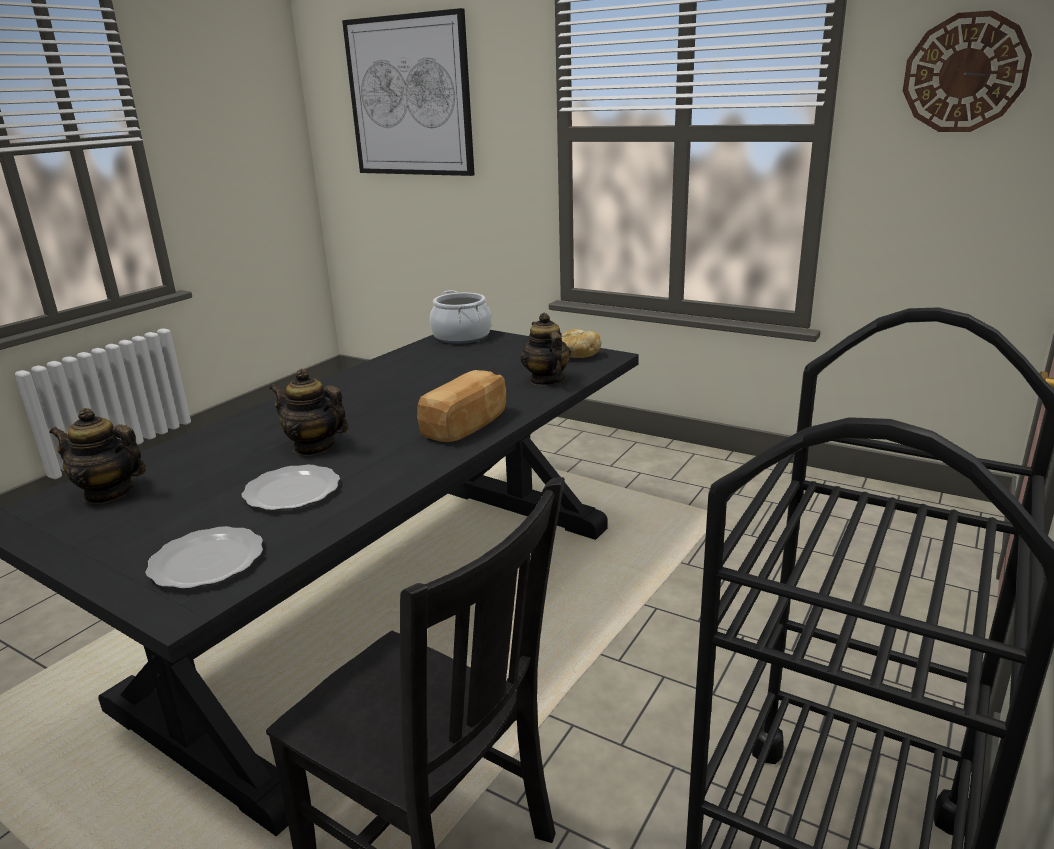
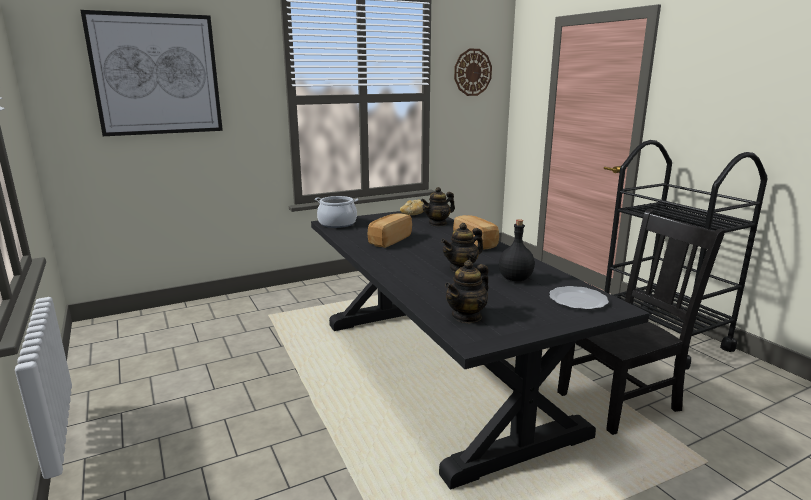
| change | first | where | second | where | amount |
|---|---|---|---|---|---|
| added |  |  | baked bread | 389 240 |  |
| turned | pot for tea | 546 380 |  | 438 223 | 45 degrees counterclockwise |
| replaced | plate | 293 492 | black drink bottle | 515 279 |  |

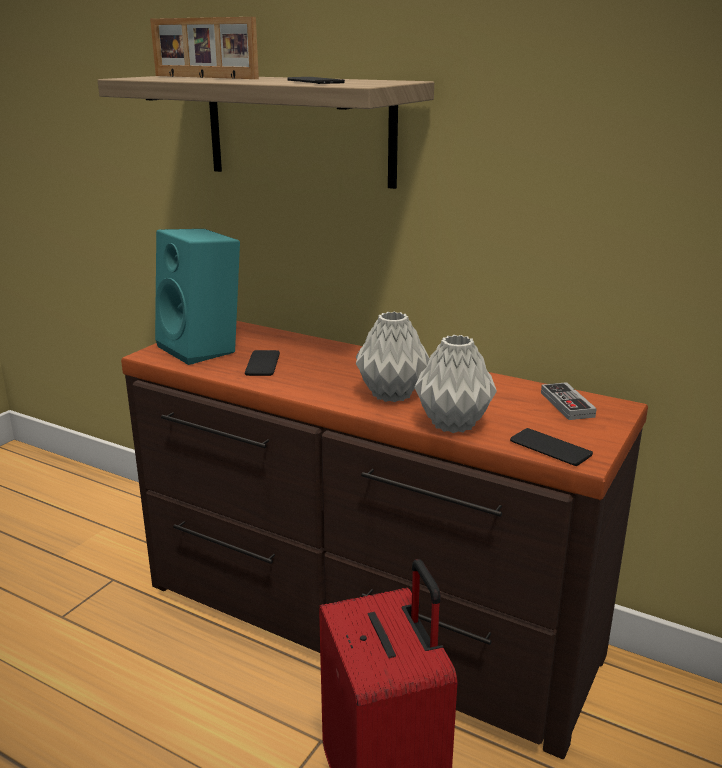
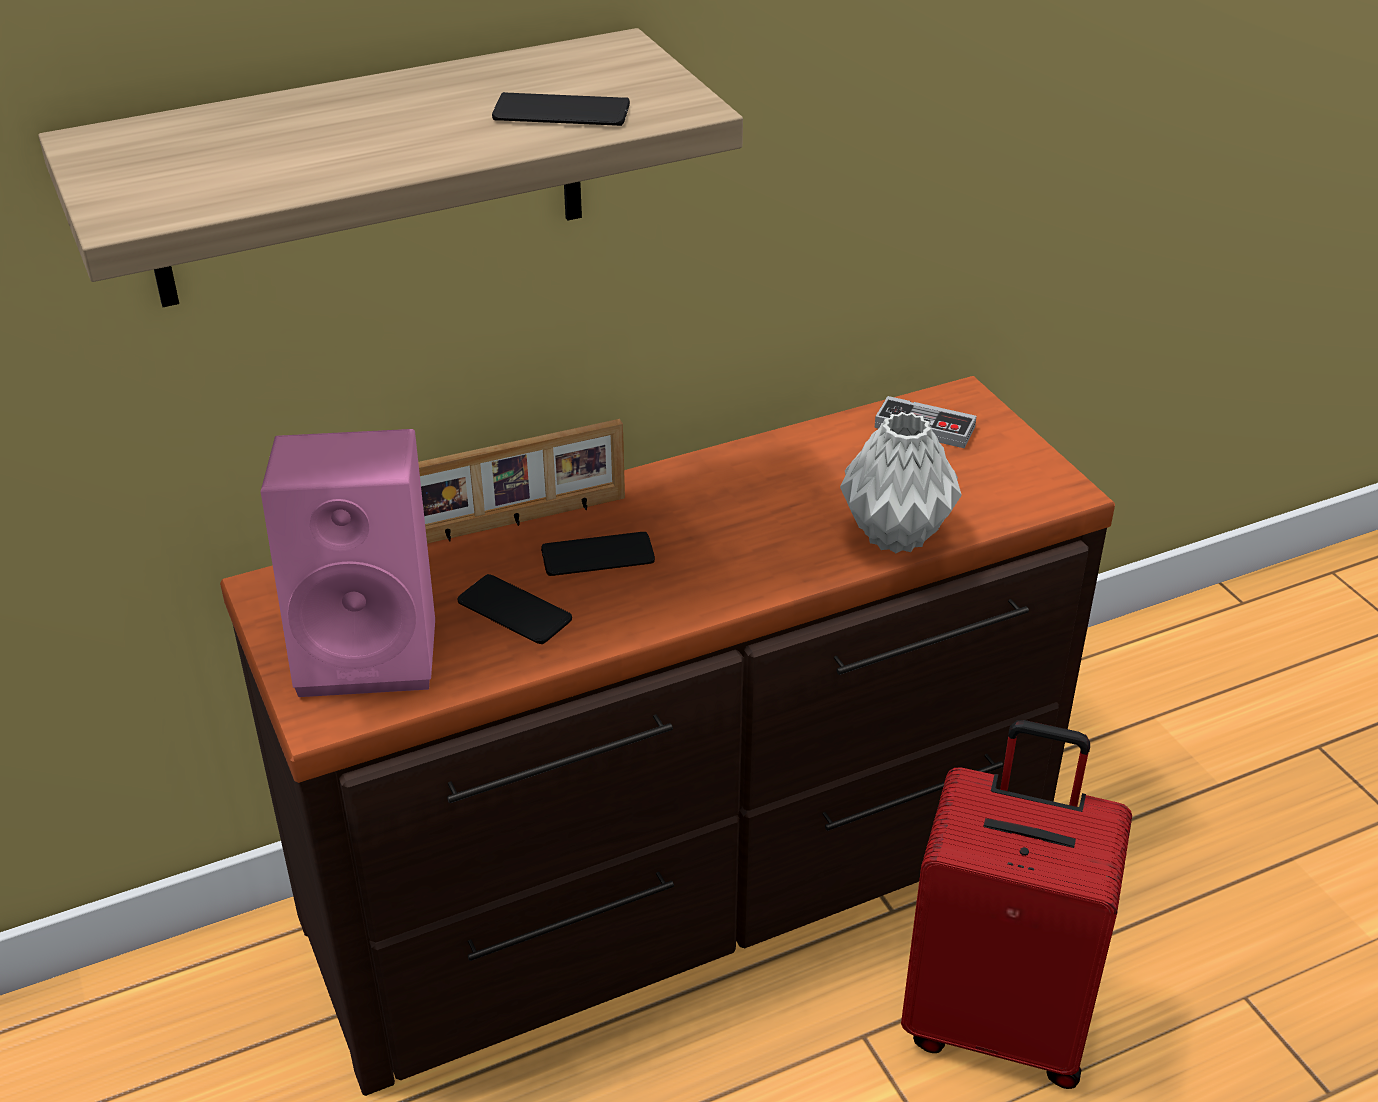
| change | first | where | second | where | amount |
|---|---|---|---|---|---|
| recoloured | turquoise audio speaker | 204 349 | pink audio speaker | 372 648 |  |
| moved | standing frame | 203 77 |  | 517 522 |  |
| moved | telephone | 550 448 |  | 598 555 |  |
| removed | gray vase | 391 394 |  |  |  |

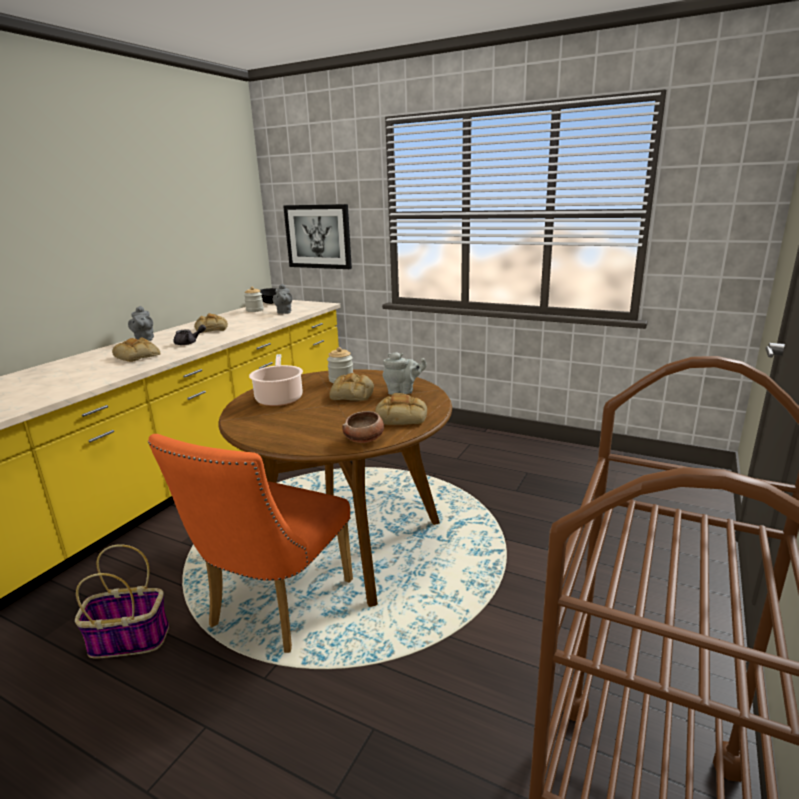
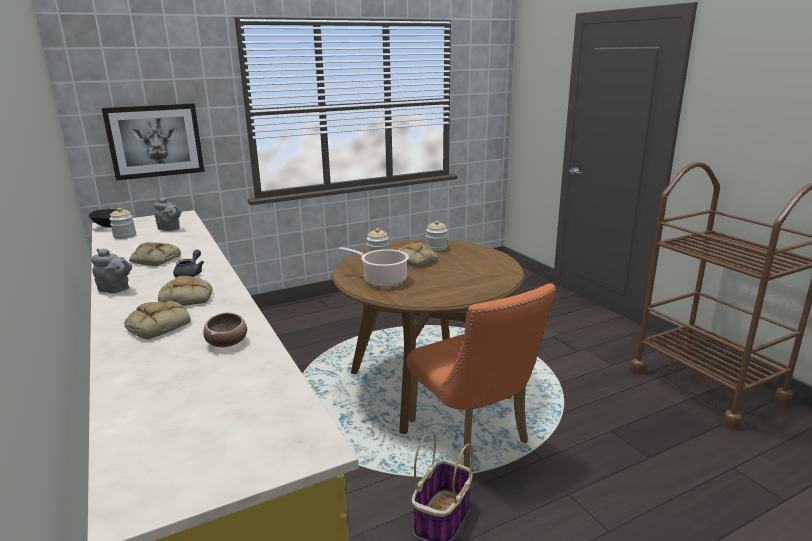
| change | first | where | second | where | amount |
|---|---|---|---|---|---|
| moved | baked bread | 402 417 |  | 159 325 |  |
| moved | serving bowl | 365 439 |  | 227 342 |  |
| replaced | gray pot for tea | 403 391 | jar | 436 248 |  |

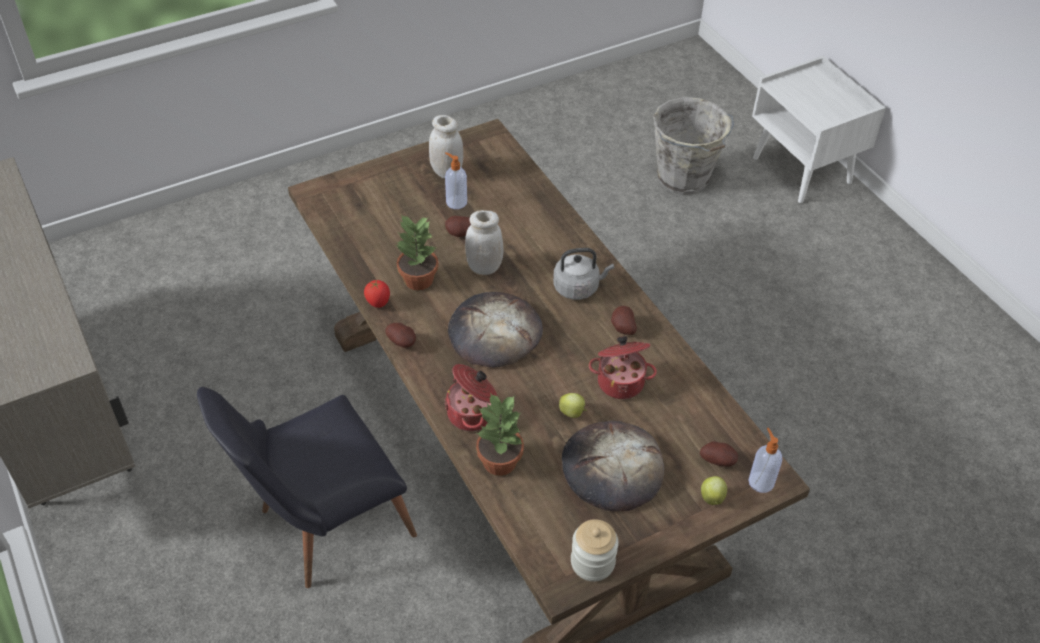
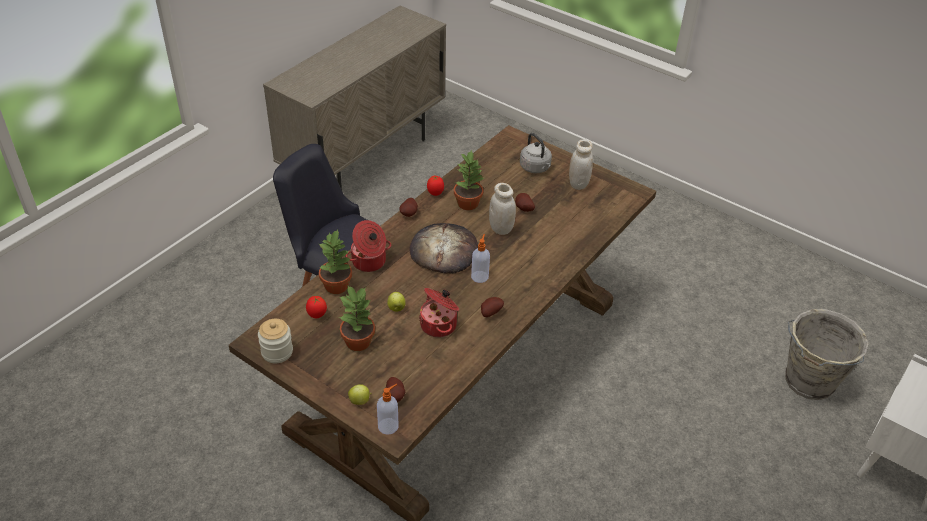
| change | first | where | second | where | amount |
|---|---|---|---|---|---|
| added |  |  | tomato | 317 315 |  |
| replaced | baked bread | 612 469 | houseplant | 358 341 |  |
| moved | soap bottle | 455 202 |  | 480 276 |  |
| moved | gray water kettle | 578 287 |  | 536 168 |  |

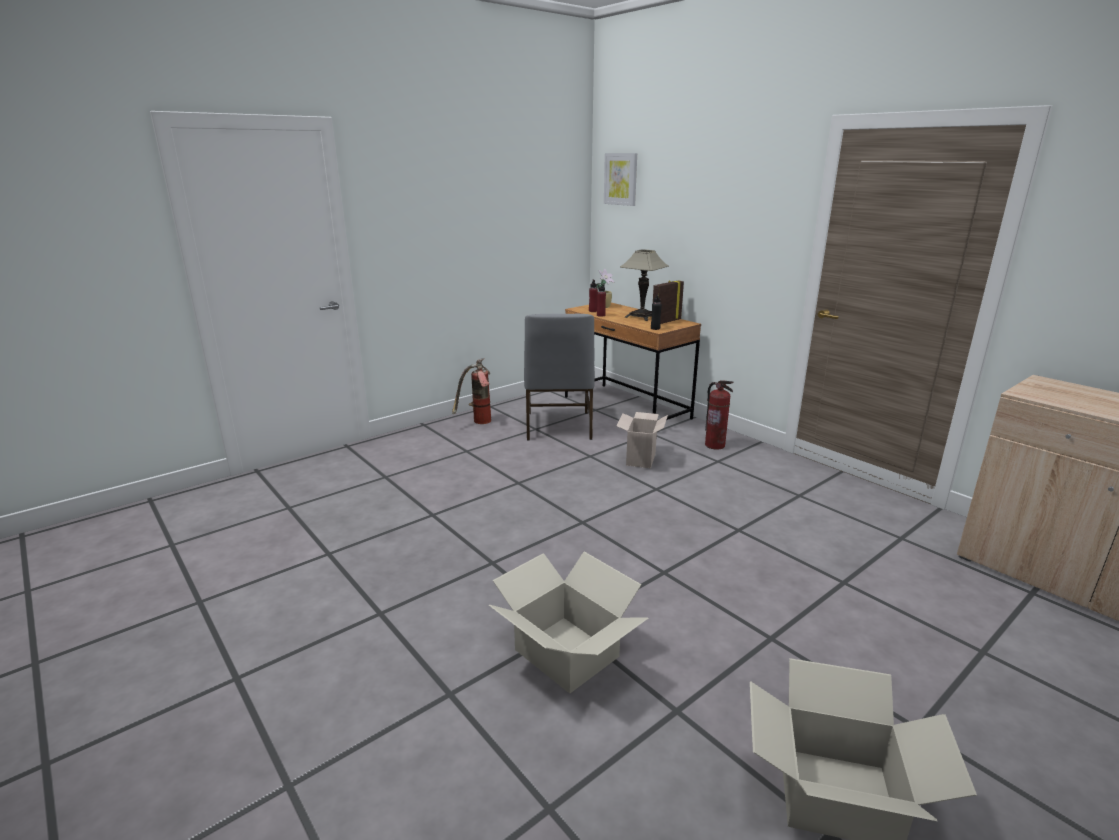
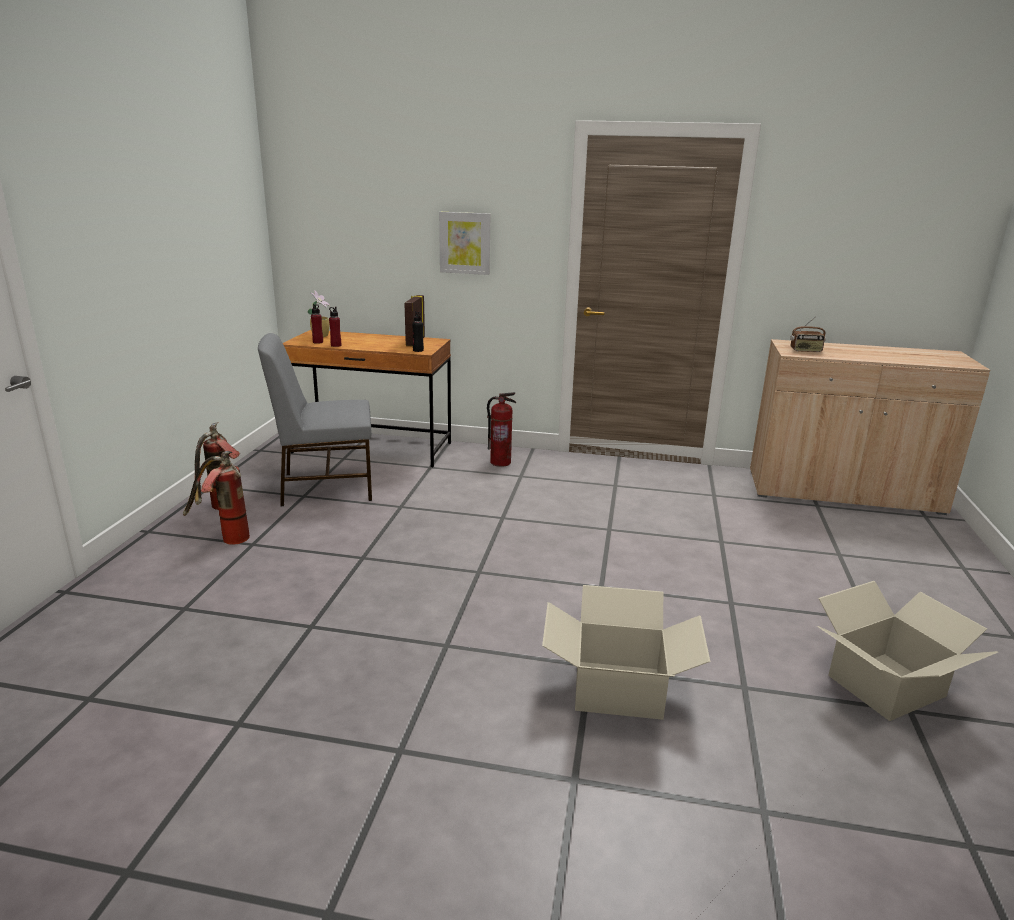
| change | first | where | second | where | amount |
|---|---|---|---|---|---|
| added |  |  | fire extinguisher | 225 539 |  |
| turned | gray upright chair | 557 426 |  | 325 486 | 120 degrees clockwise |
| moved | picture | 621 179 |  | 465 243 |  |
| added |  |  | radio set | 806 351 |  |
| removed | packing box | 640 459 |  |  |  |
| removed | lamp for a table | 642 316 |  |  |  |

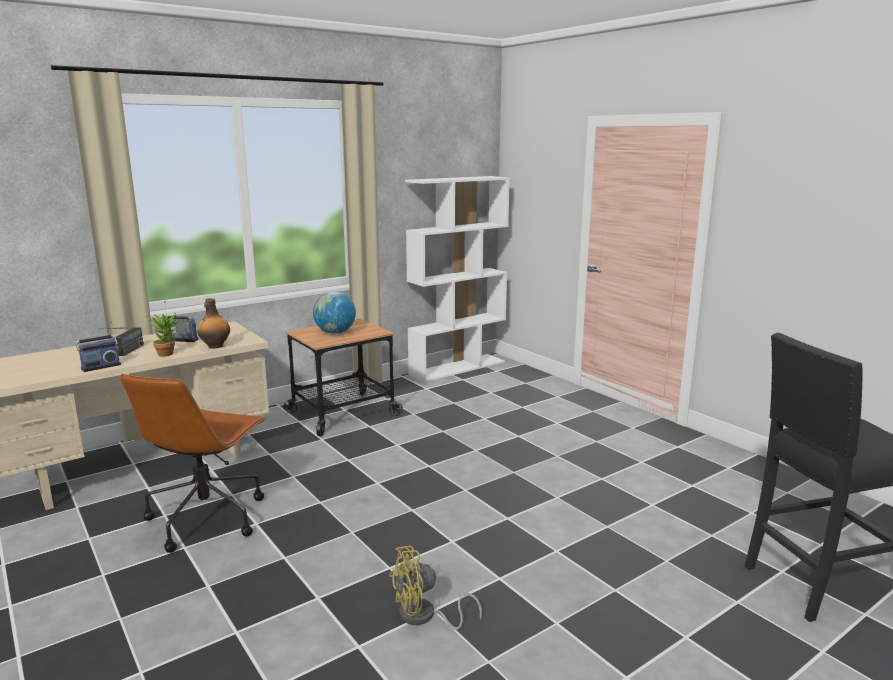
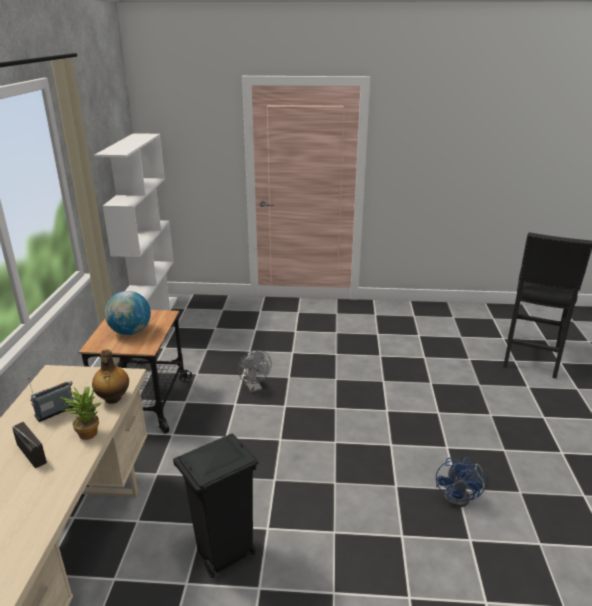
| change | first | where | second | where | amount |
|---|---|---|---|---|---|
| replaced | brown-coloured desk chair | 207 517 | black trash can | 223 555 |  |
| added |  |  | gray electric fan | 254 387 |  |
| recoloured | yellow-coloured electric fan | 424 617 | blue-coloured electric fan | 461 496 |  |
| removed | radio set | 100 366 |  |  |  |

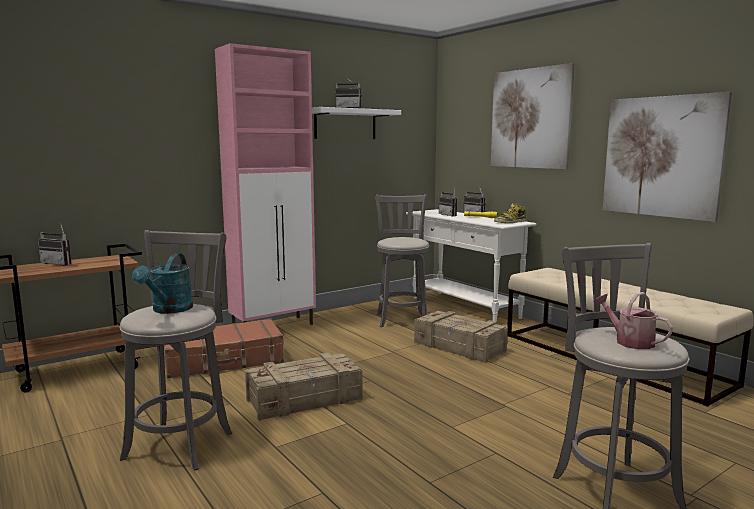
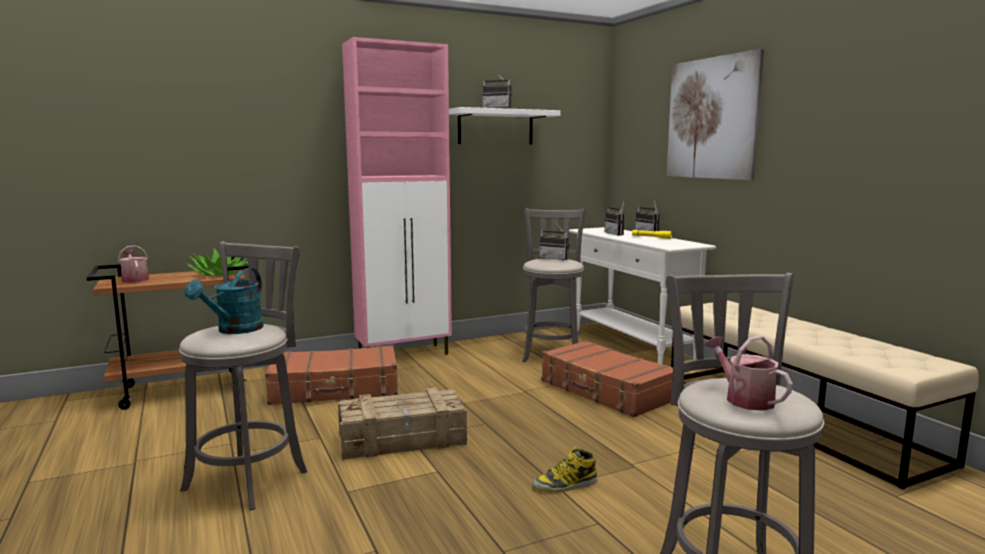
| change | first | where | second | where | amount |
|---|---|---|---|---|---|
| added |  |  | sprinkling can | 134 279 |  |
| added |  |  | houseplant | 219 274 |  |
| moved | tall boot | 510 222 |  | 565 485 |  |
| moved | radio set | 60 263 |  | 555 258 |  |
| replaced | shipping crate | 459 347 | brown-coloured piece of luggage | 606 391 |  |
| removed | picture | 661 156 |  |  |  |

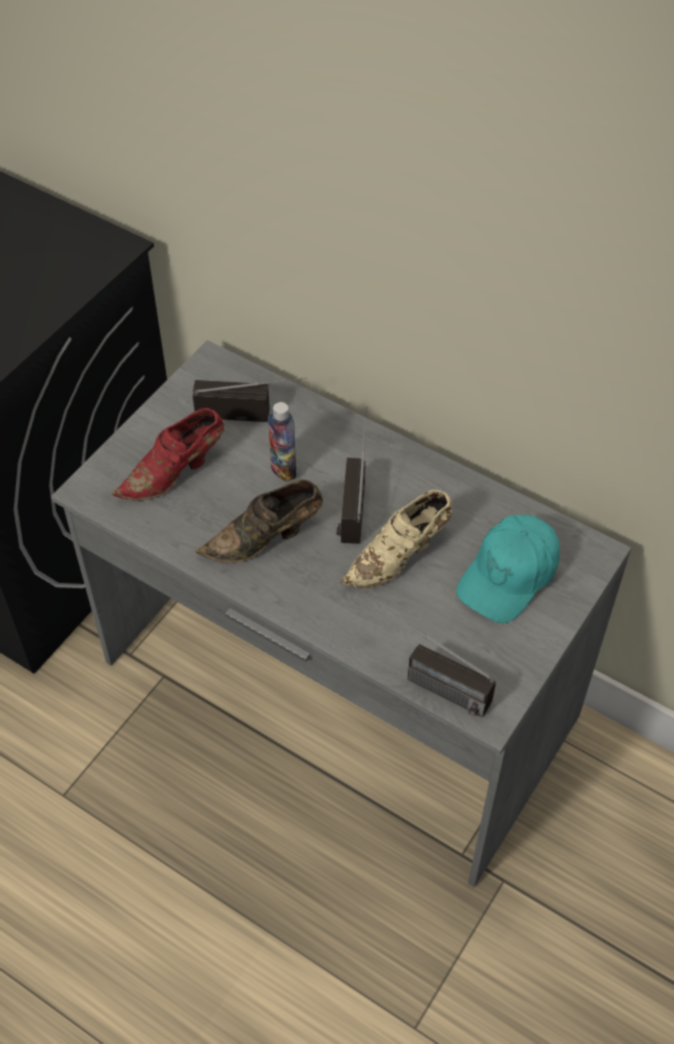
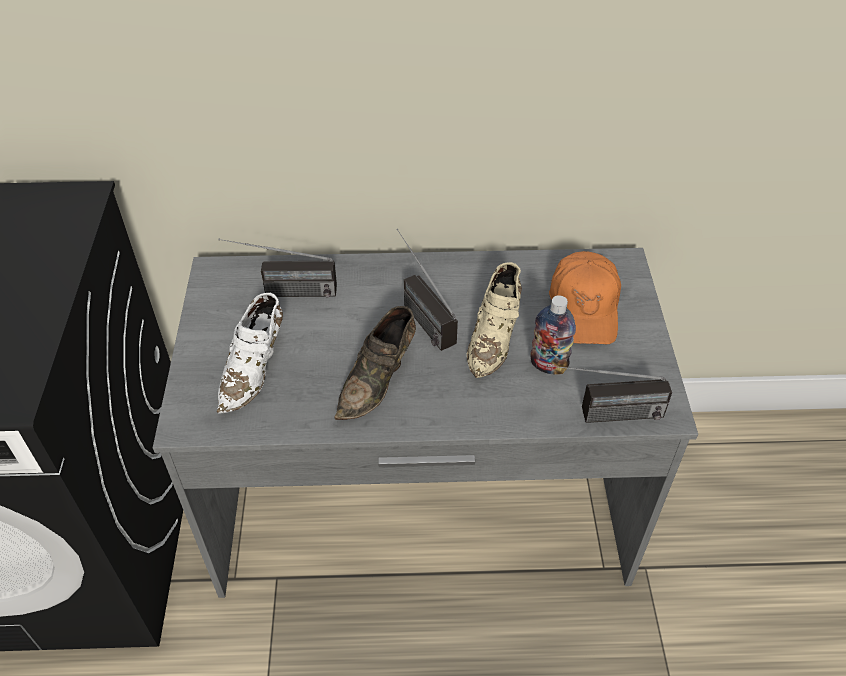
| change | first | where | second | where | amount |
|---|---|---|---|---|---|
| recoloured | reddish shoe | 175 473 | white-coloured shoe | 255 369 |  |
| turned | radio set | 252 413 |  | 282 292 | 150 degrees counterclockwise |
| moved | drink bottle | 283 469 |  | 548 365 |  |
| recoloured | turquoise cap | 509 576 | orange cap | 584 308 |  |

